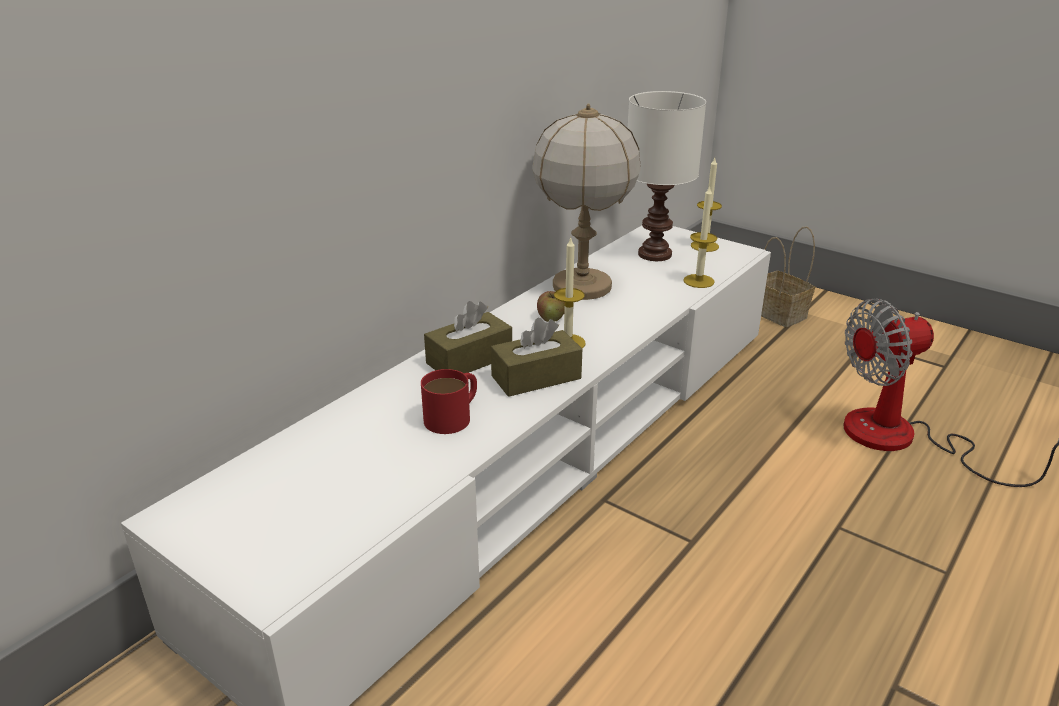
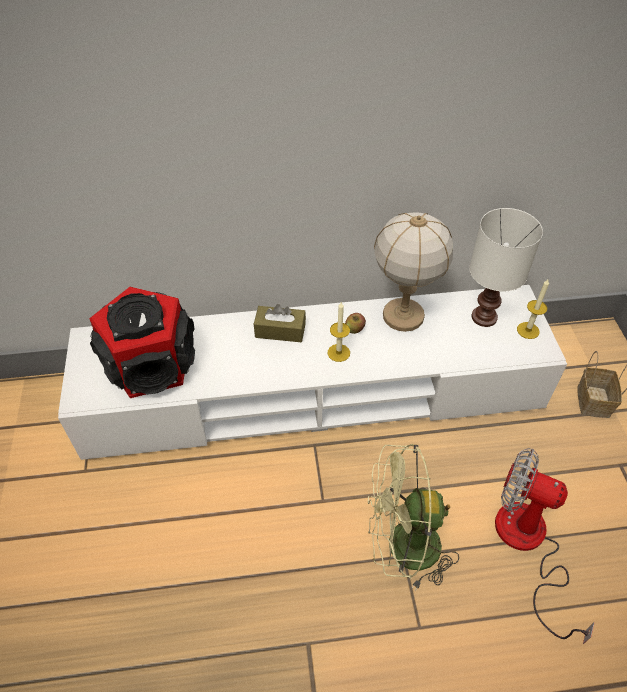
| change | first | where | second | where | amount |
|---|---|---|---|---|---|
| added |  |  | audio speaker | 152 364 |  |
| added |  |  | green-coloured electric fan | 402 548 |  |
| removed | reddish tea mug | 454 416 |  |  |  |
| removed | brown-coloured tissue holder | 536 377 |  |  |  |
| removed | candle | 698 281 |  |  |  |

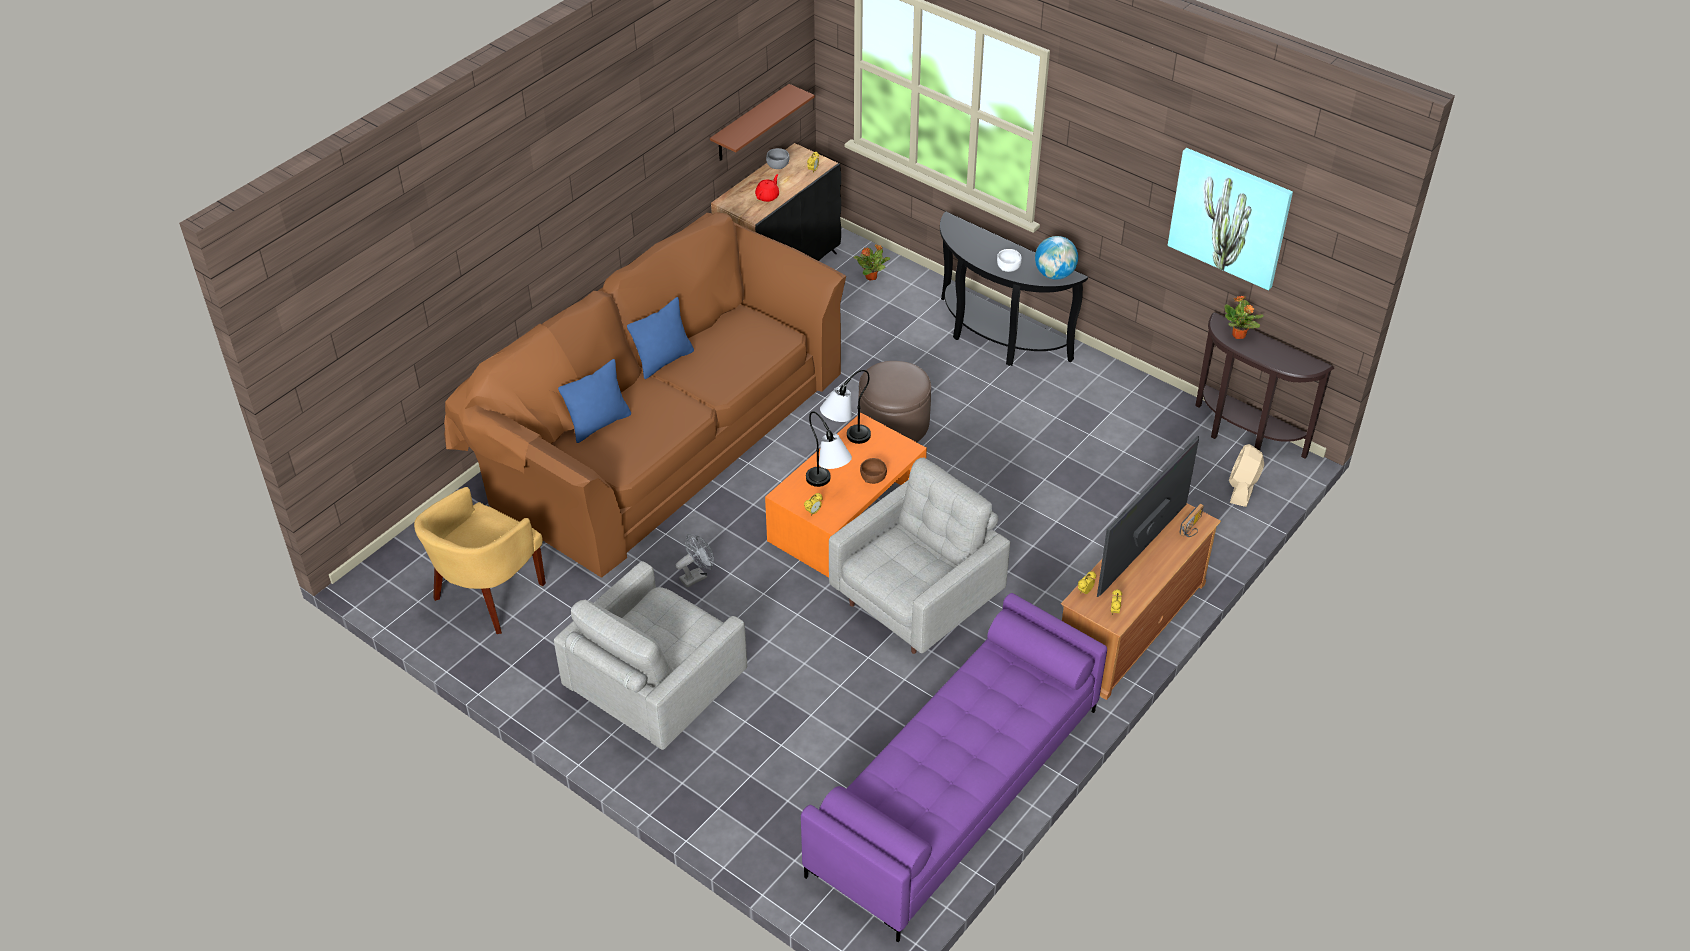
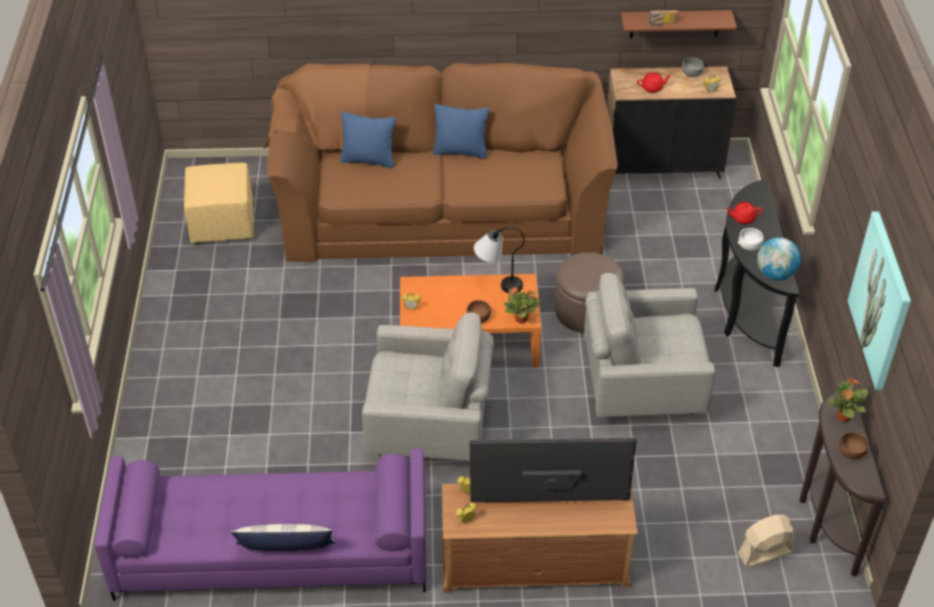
| change | first | where | second | where | amount |
|---|---|---|---|---|---|
| replaced | yellow-coloured easy chair | 487 595 | yellow-coloured pouffe | 221 223 |  |
| added |  |  | cushion | 285 549 |  |
| moved | houseplant | 871 277 |  | 522 319 |  |
| moved | gray easy chair | 655 691 |  | 641 385 |  |
| moved | radio set | 1193 527 |  | 662 23 |  |
| added |  |  | reddish pot for tea | 742 218 |  |
| added |  |  | brown-coloured serving bowl | 851 452 |  |
| removed | gray electric fan | 696 576 |  |  |  |
| removed | lamp for a table | 828 487 |  |  |  |

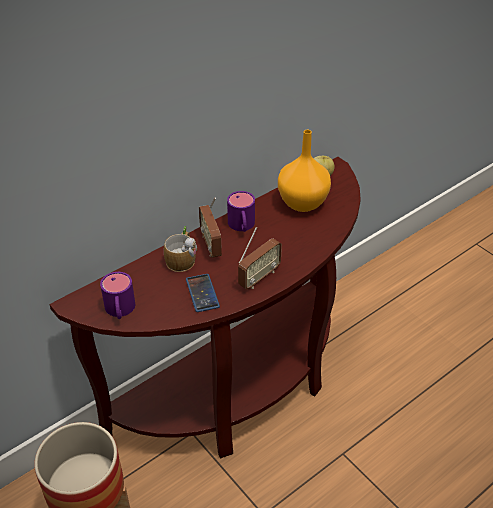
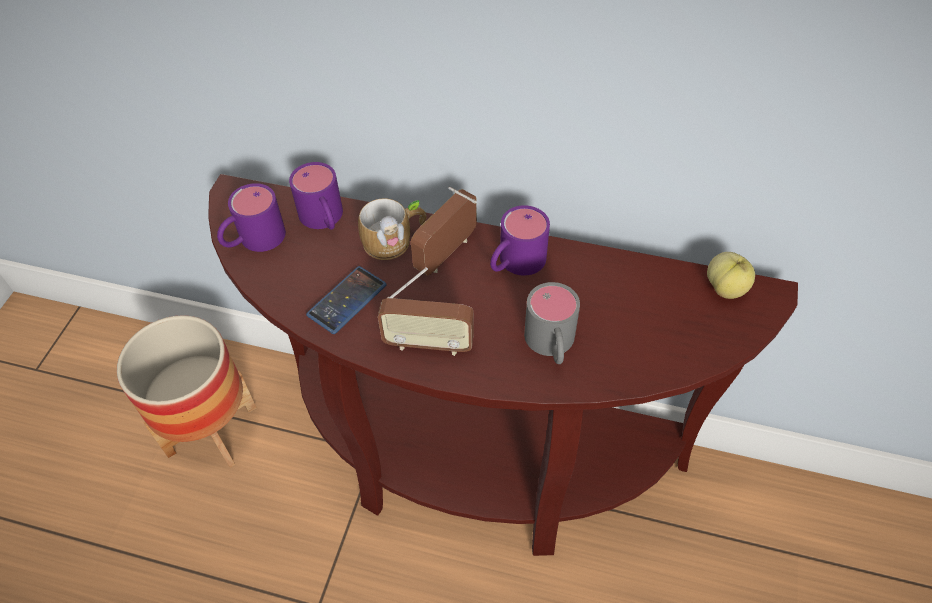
| change | first | where | second | where | amount |
|---|---|---|---|---|---|
| added |  |  | purple tea mug | 324 219 |  |
| added |  |  | gray tea mug | 551 345 |  |
| removed | orange vase | 303 202 |  |  |  |

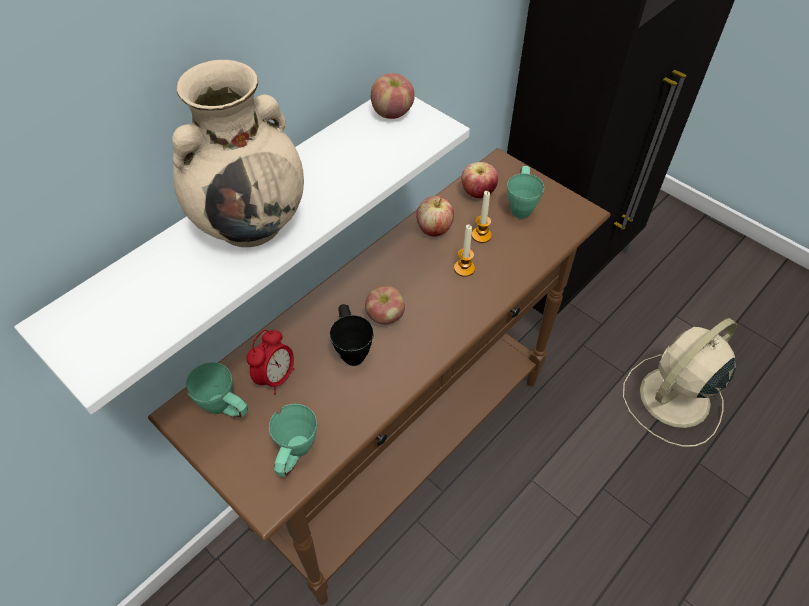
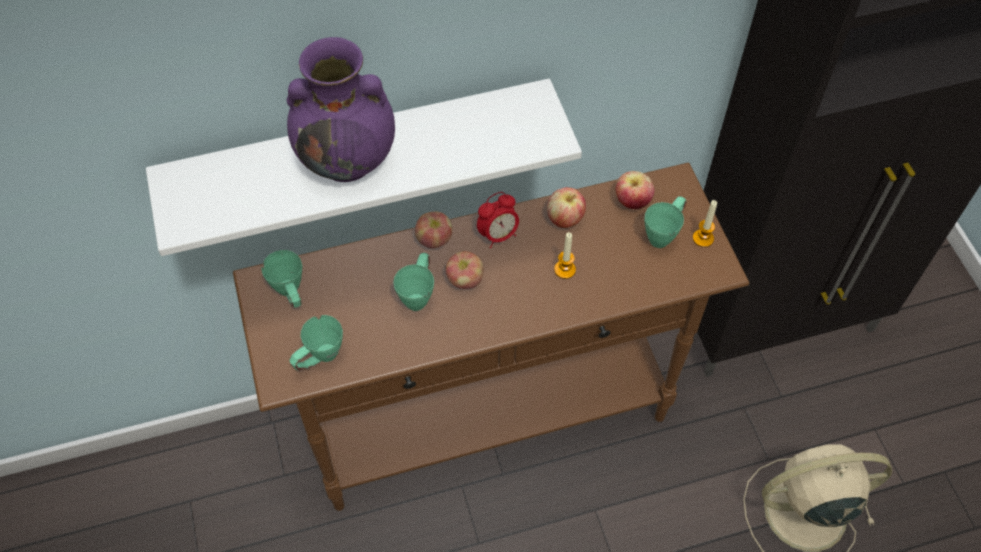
| change | first | where | second | where | amount |
|---|---|---|---|---|---|
| recoloured | beige-coloured vase | 252 222 | purple vase | 348 159 |  |
| recoloured | black tea mug | 351 348 | green-coloured tea mug | 418 294 |  |
| moved | apple | 392 112 |  | 434 240 |  |
| moved | table clock | 276 377 |  | 498 235 |  |
| moved | candle | 481 235 |  | 703 238 |  |

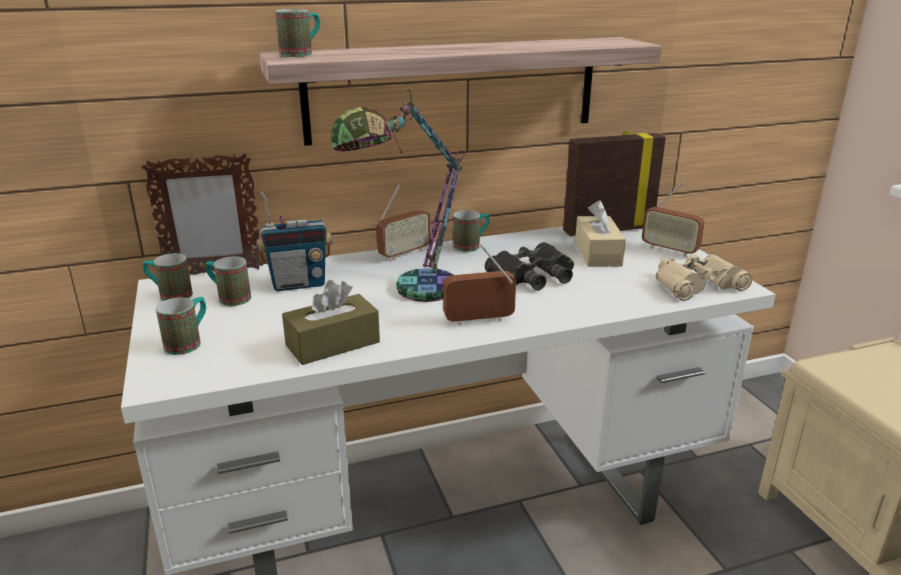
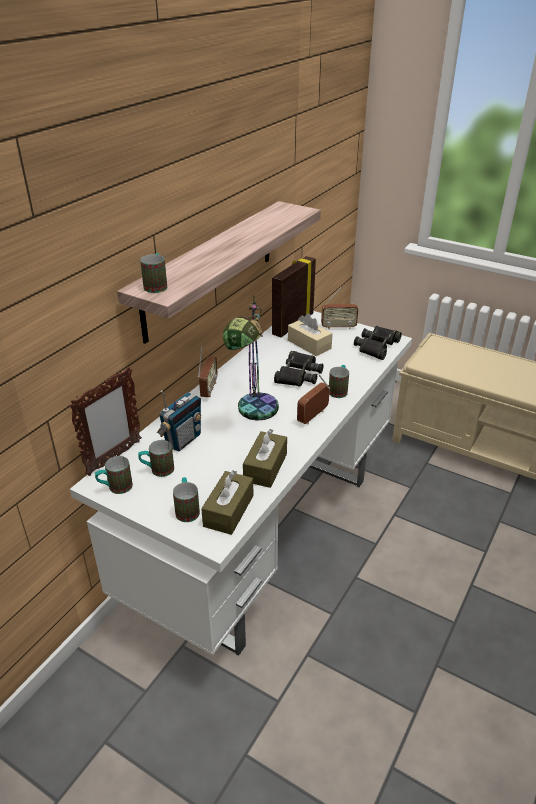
| change | first | where | second | where | amount |
|---|---|---|---|---|---|
| added |  |  | brown-coloured tissue holder | 228 511 |  |
| moved | tea mug | 471 245 |  | 339 390 |  |
| recoloured | beige-coloured pair of binoculars | 697 285 | black pair of binoculars | 377 346 |  |

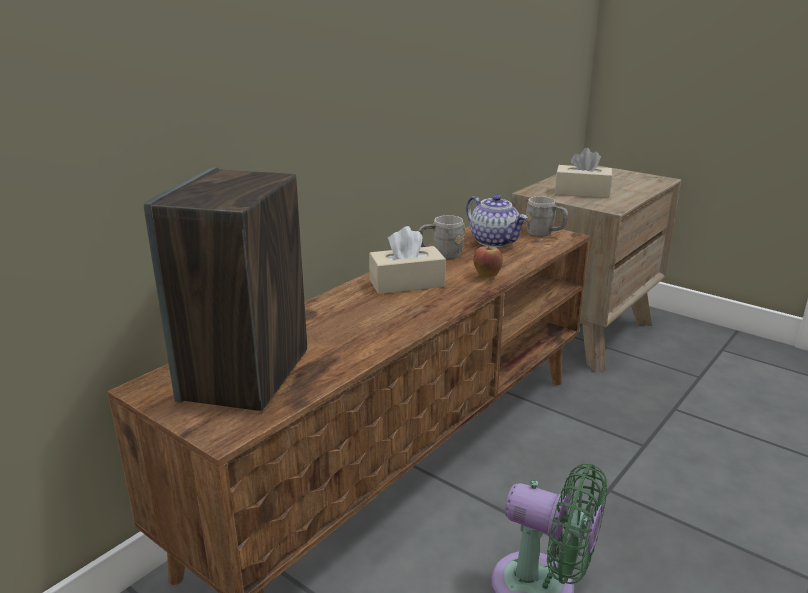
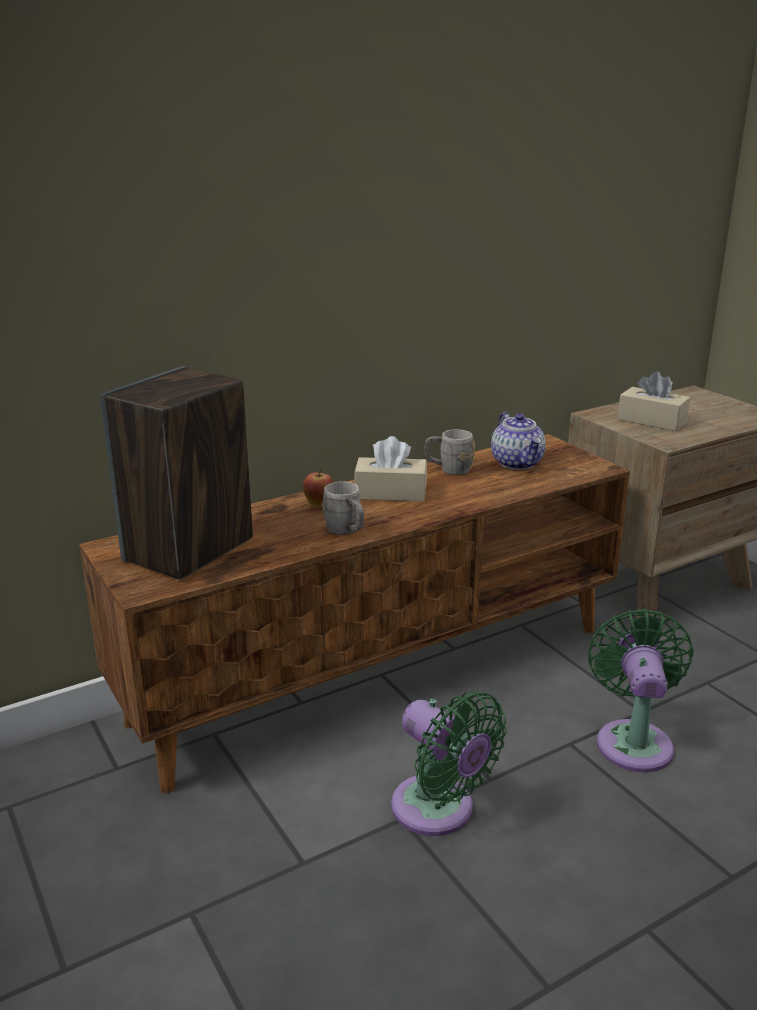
| change | first | where | second | where | amount |
|---|---|---|---|---|---|
| moved | apple | 487 276 |  | 319 504 |  |
| moved | gray tea mug | 544 234 |  | 346 531 |  |
| added |  |  | green-coloured electric fan | 633 740 |  |

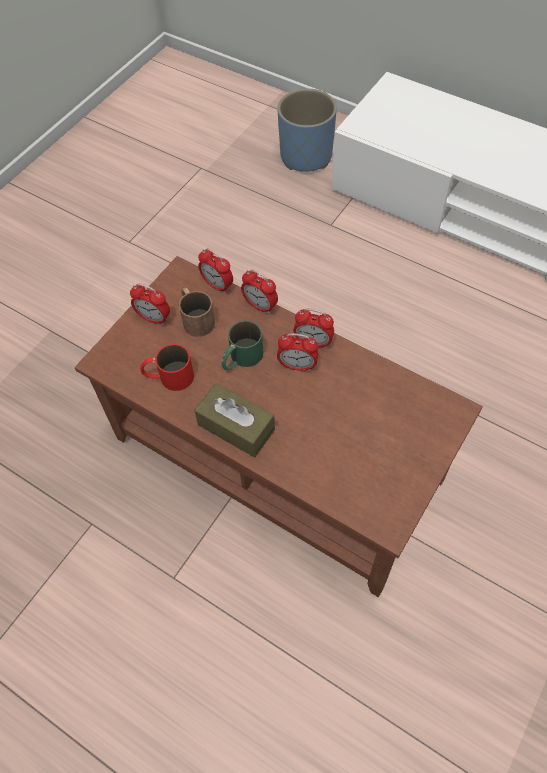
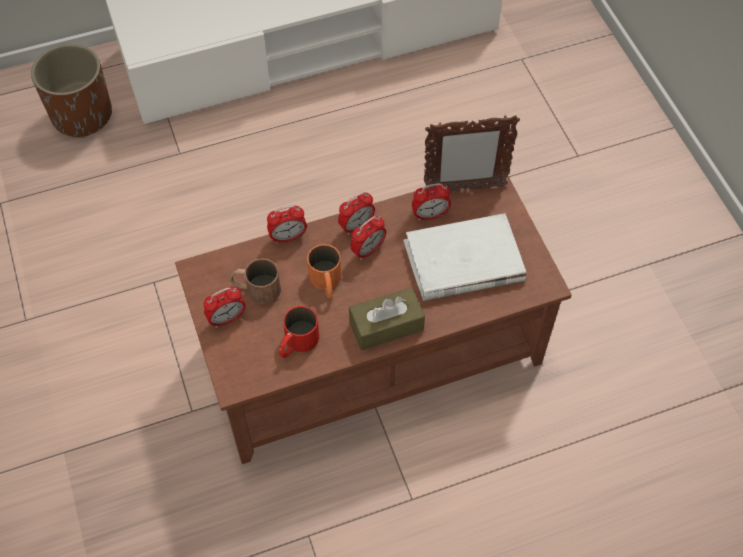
| change | first | where | second | where | amount |
|---|---|---|---|---|---|
| recoloured | blue-coloured plant pot | 306 156 | brown-coloured plant pot | 82 115 |  |
| recoloured | green-coloured tea mug | 241 358 | orange tea mug | 326 282 |  |
| added |  |  | white-coloured volume | 463 261 |  |
| moved | table clock | 217 285 |  | 430 215 |  |
| added |  |  | standing frame | 464 189 |  |

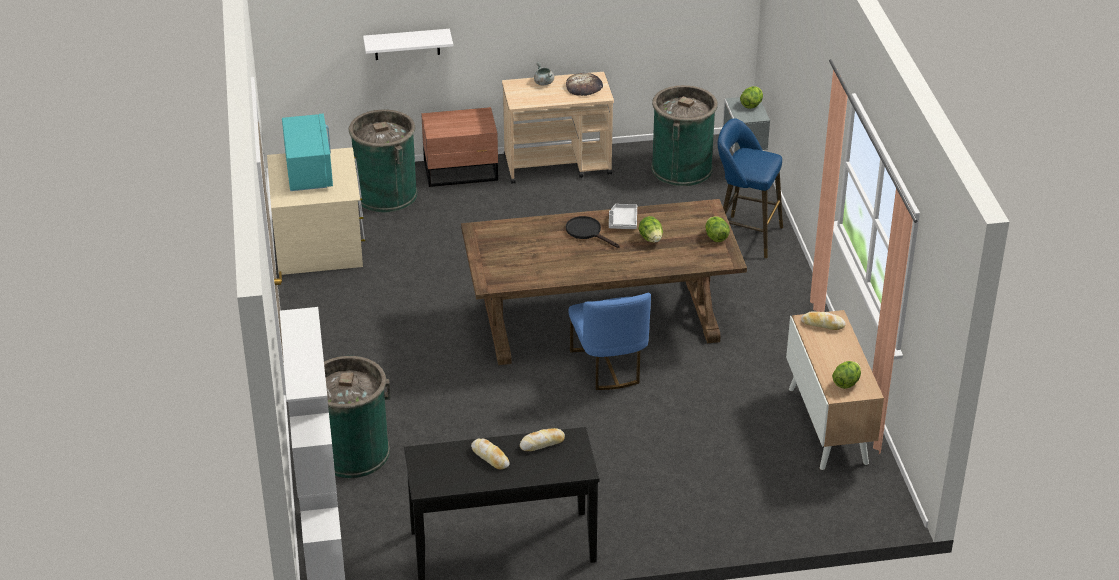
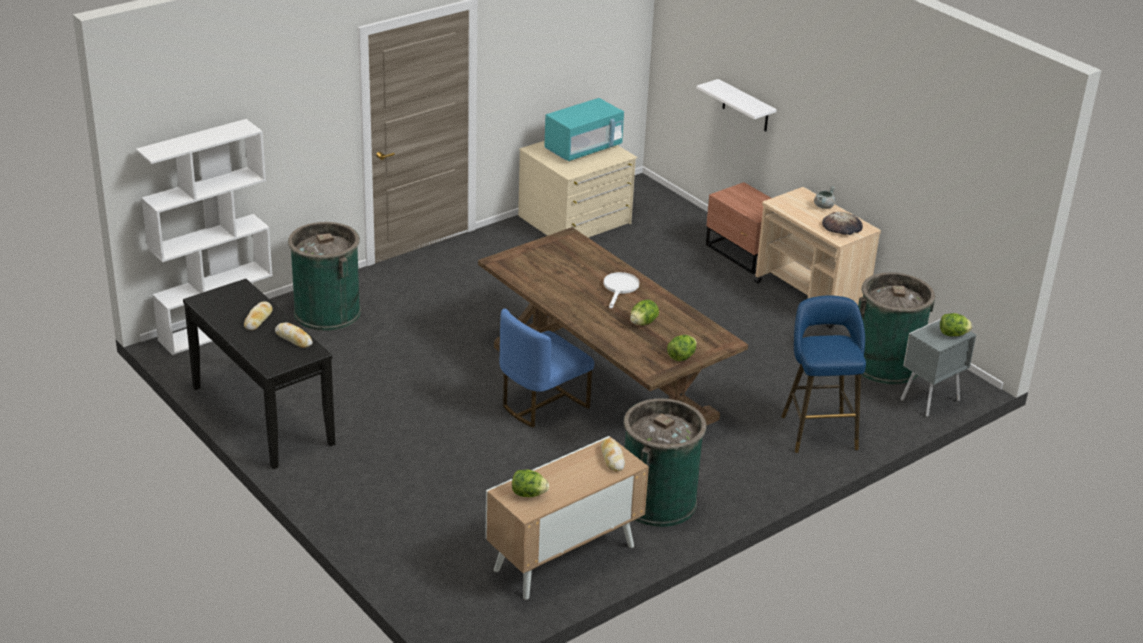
| change | first | where | second | where | amount |
|---|---|---|---|---|---|
| recoloured | black skillet | 587 232 | white-coloured skillet | 620 288 |  |
| moved | green-coloured trash can | 386 194 |  | 658 502 |  |
| removed | gray carrying tray | 622 221 |  |  |  |

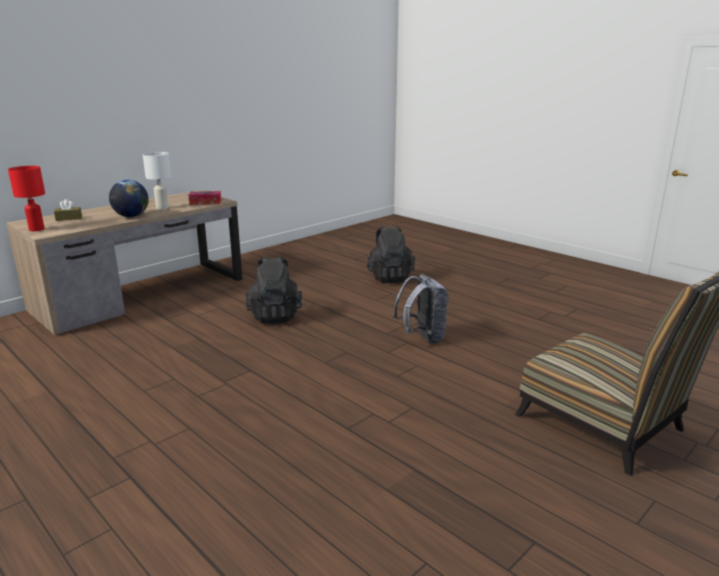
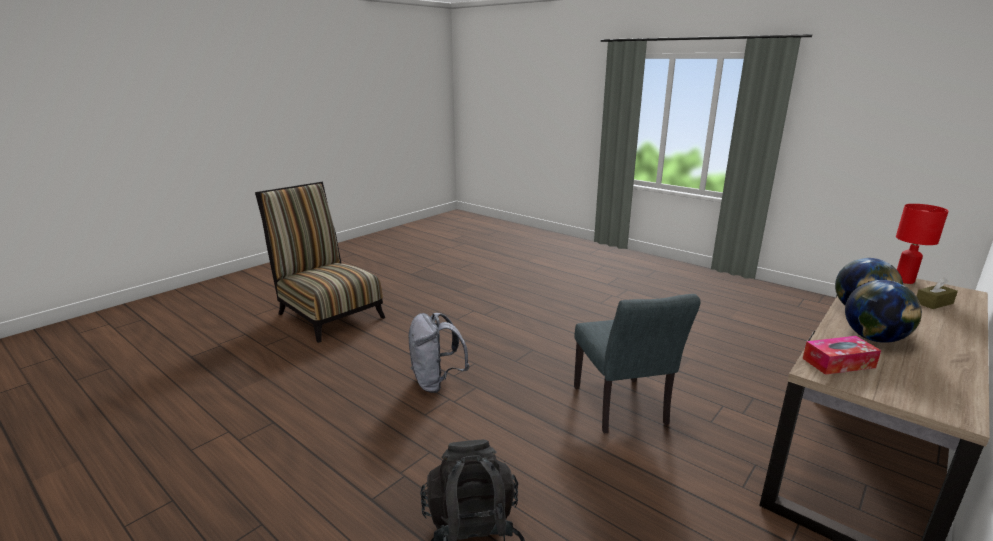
| change | first | where | second | where | amount |
|---|---|---|---|---|---|
| replaced | black rucksack | 275 316 | gray upright chair | 623 409 |  |
| replaced | white-coloured lamp for a table | 162 208 | globe | 874 338 |  |

